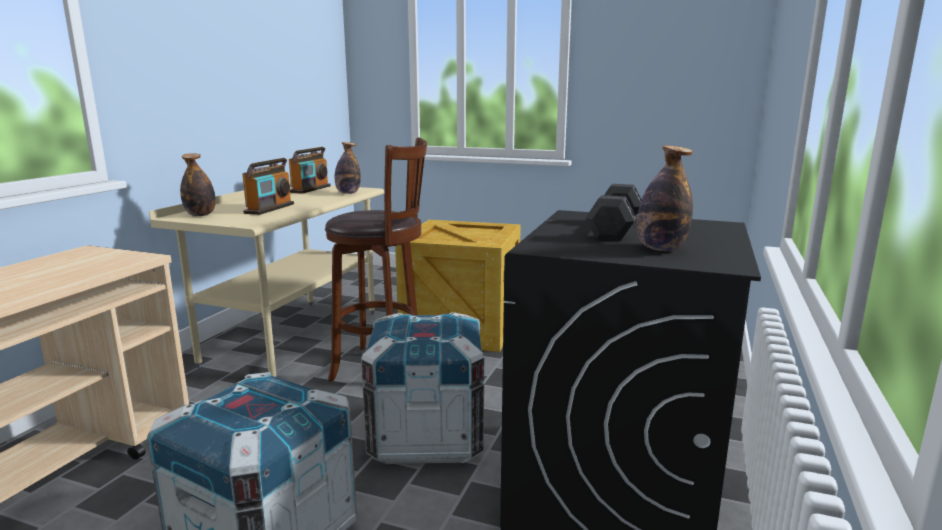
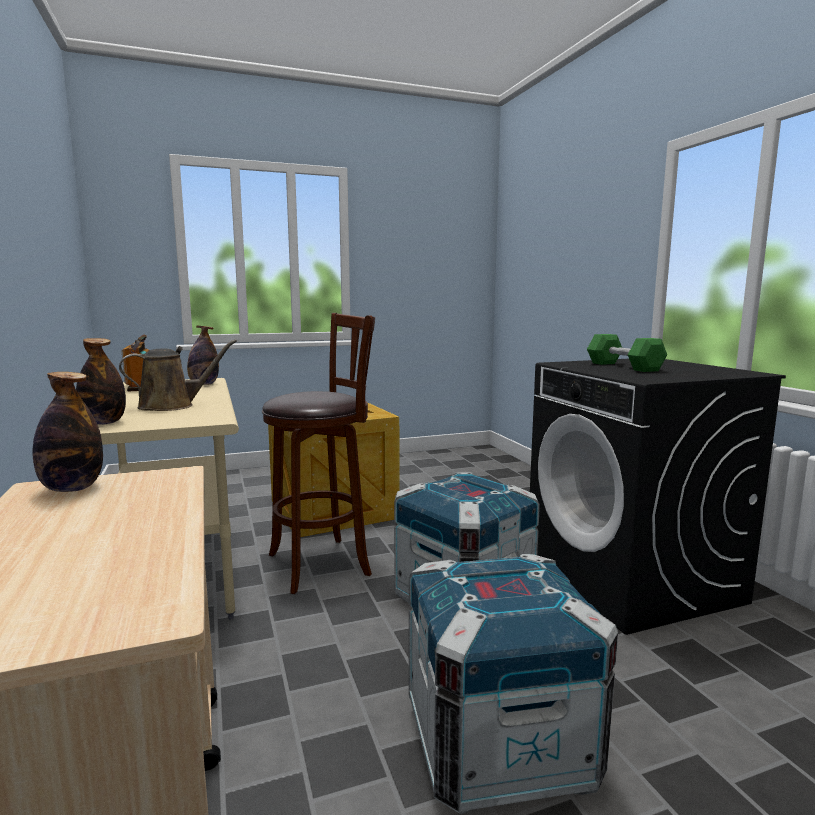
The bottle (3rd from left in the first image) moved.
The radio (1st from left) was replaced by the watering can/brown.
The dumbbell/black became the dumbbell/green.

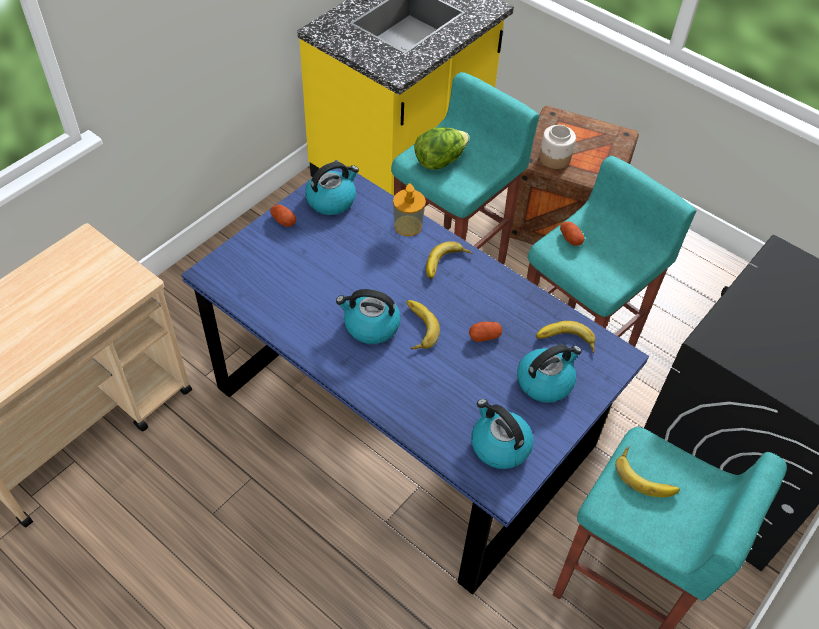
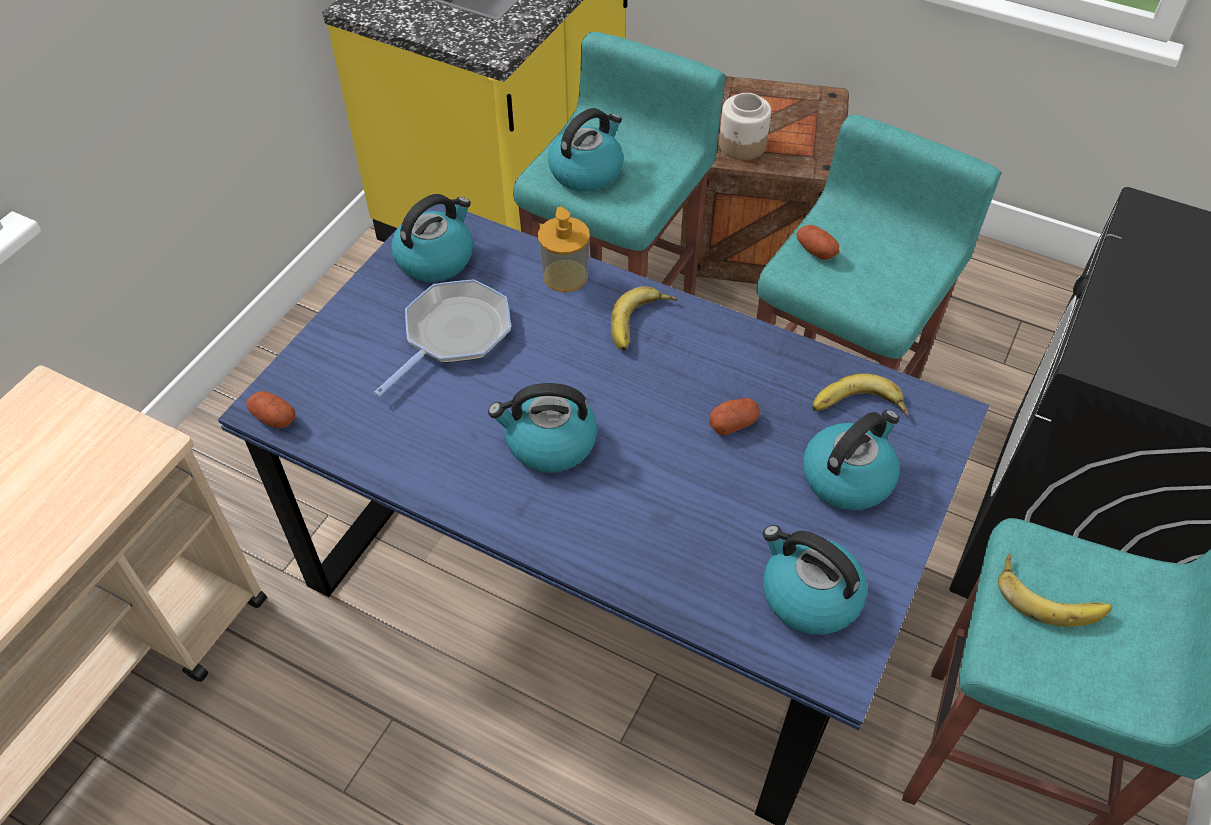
The banana (1st from left) disappeared.
The frying pan appeared.
The potato (1st from left) moved.
The lettuce was replaced by the kettle (3rd from left).

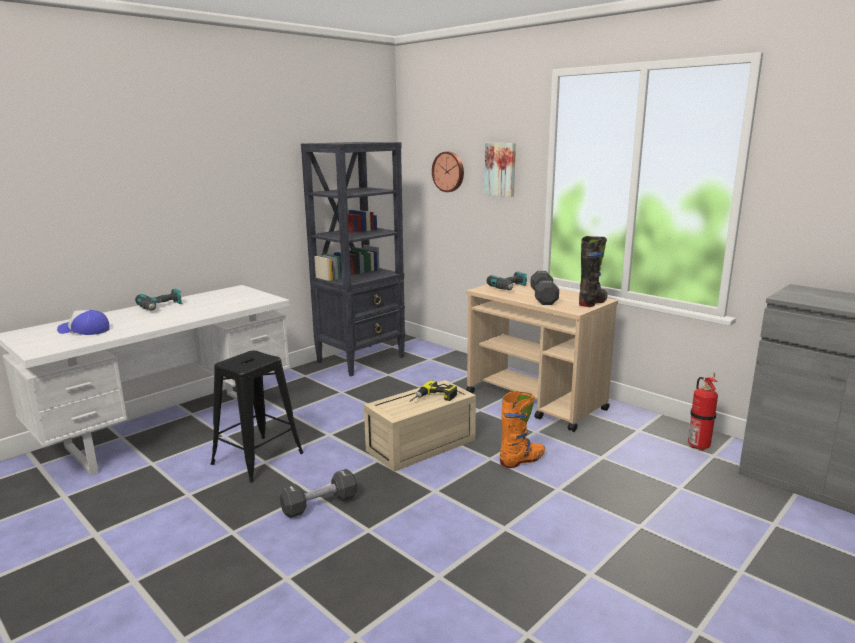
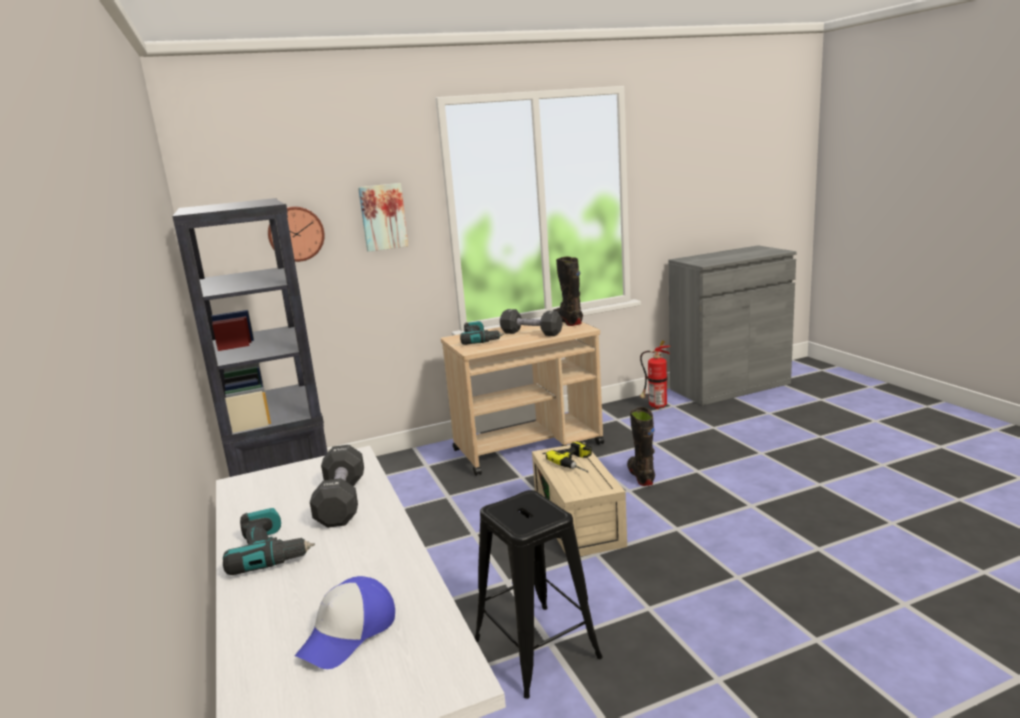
The dumbbell/black (1st from left) moved.
The boot/orange became the boot/black (2nd from left).

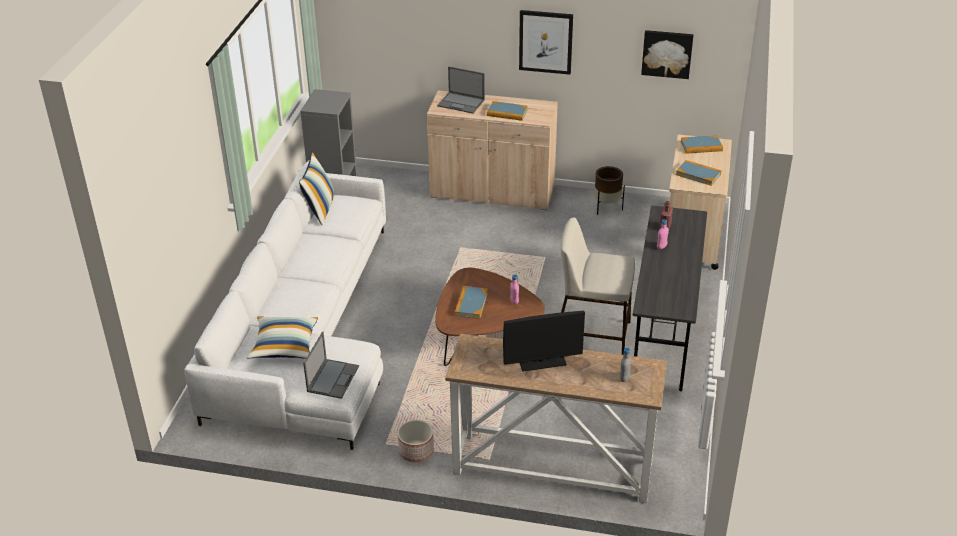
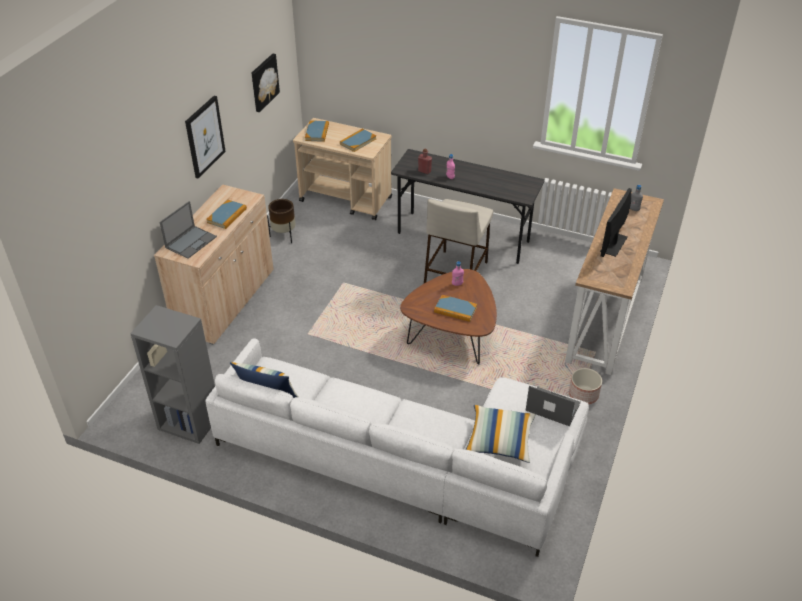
The monitor turned 150 degrees counterclockwise.

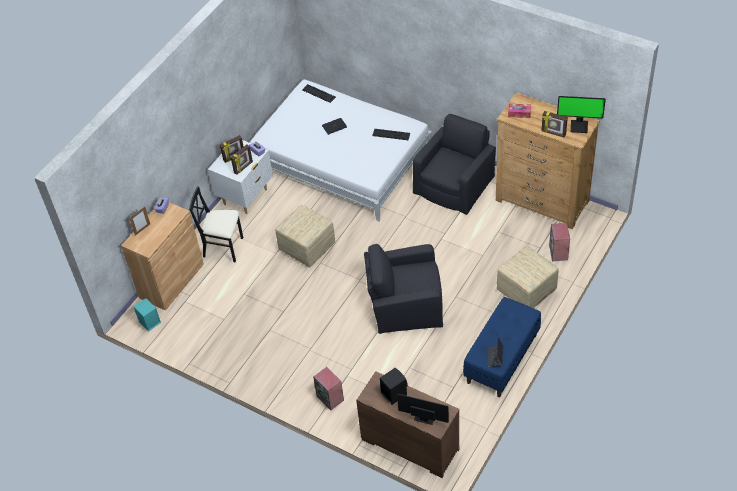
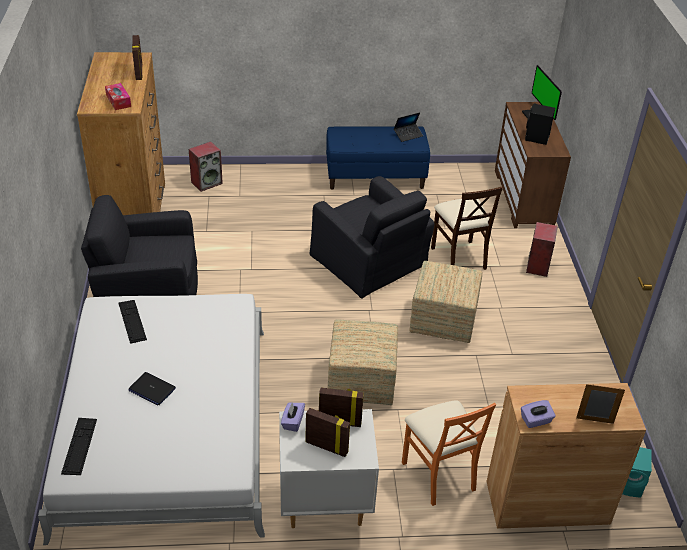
The monitor (2nd from left) disappeared.
The chair/beige appeared.
The ottoman (2nd from left) moved.
The chair/black became the chair/orange.

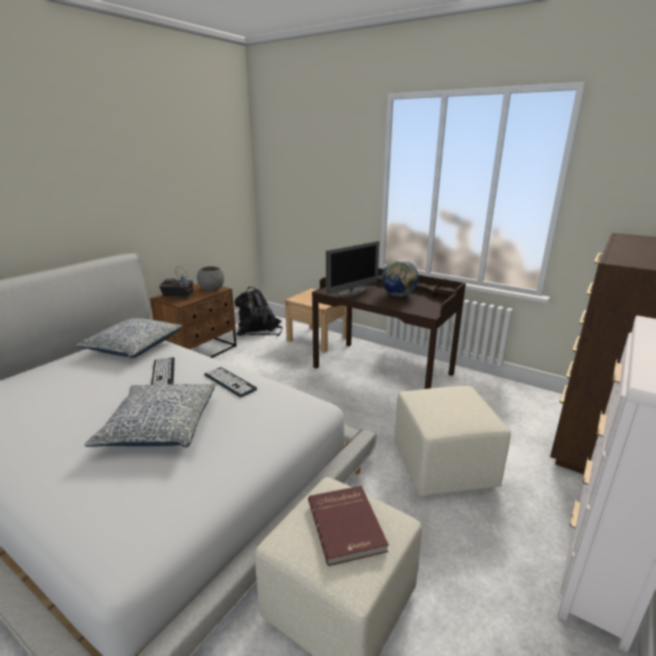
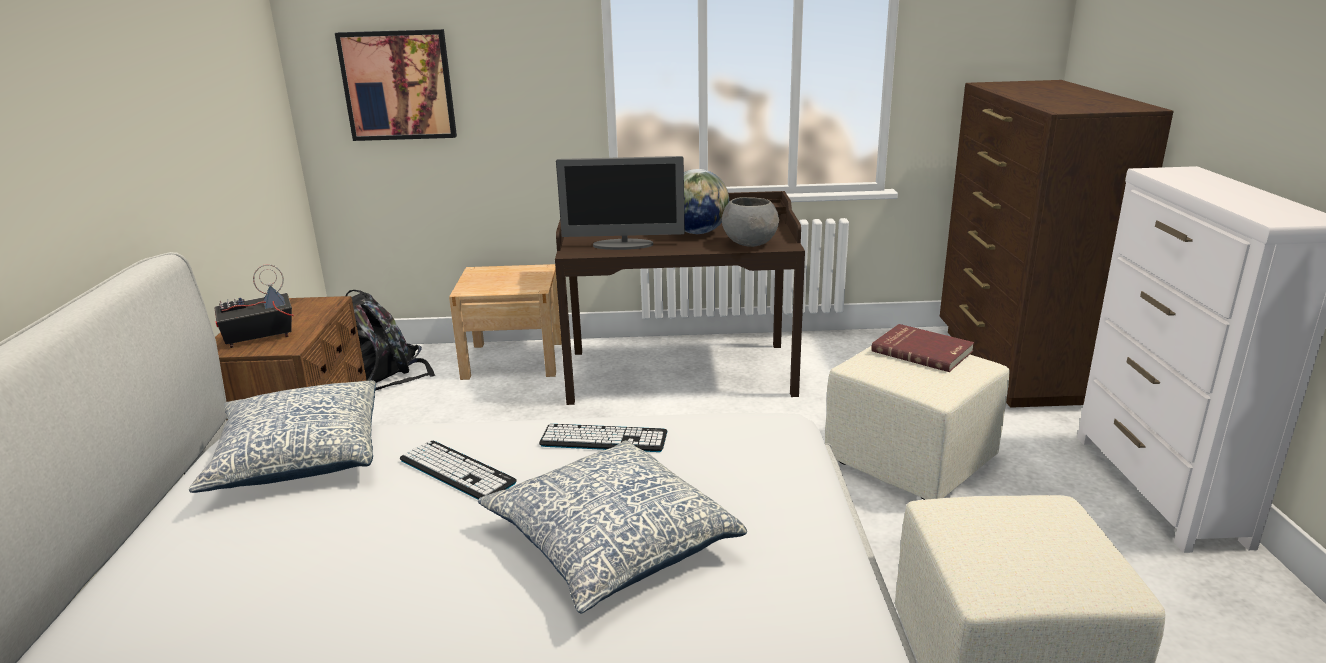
The picture appeared.
The bowl/grey moved.
The book/red moved.
The monitor turned 75 degrees clockwise.

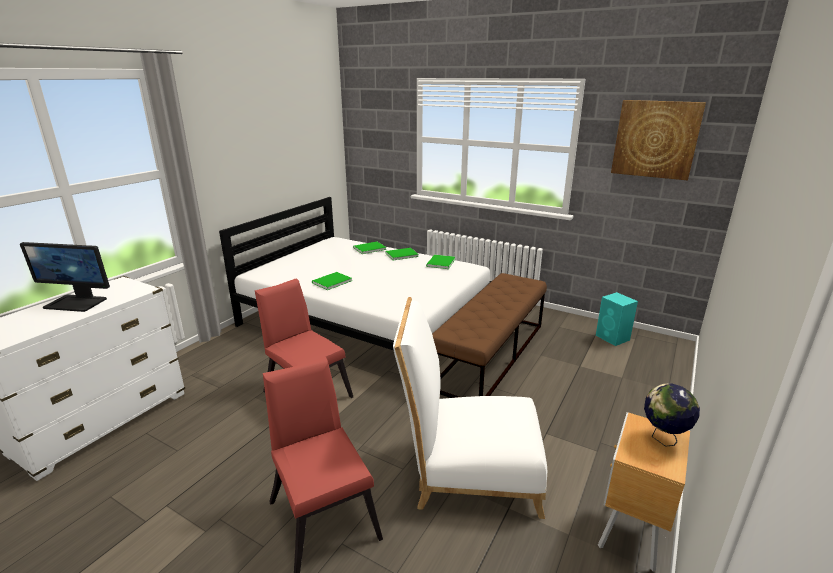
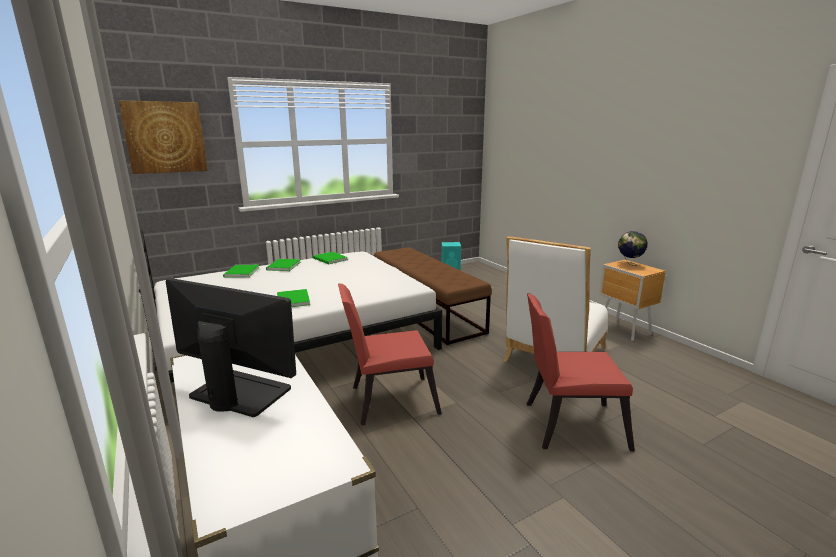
The picture moved.
The monitor turned 105 degrees counterclockwise.

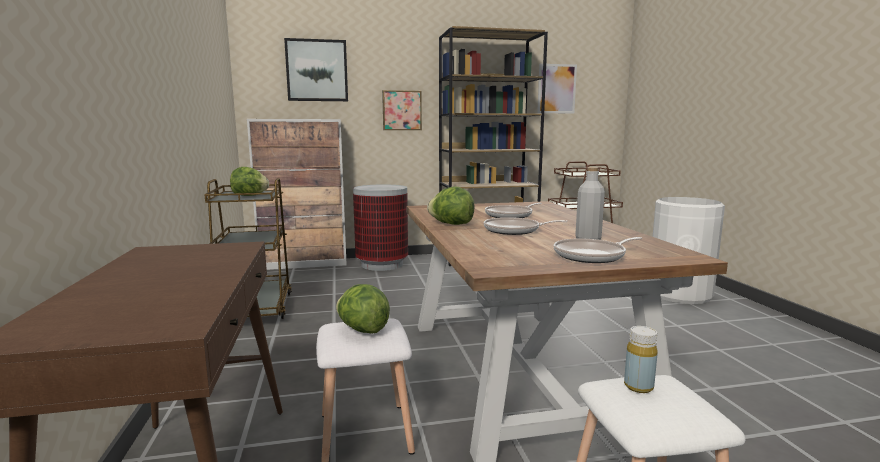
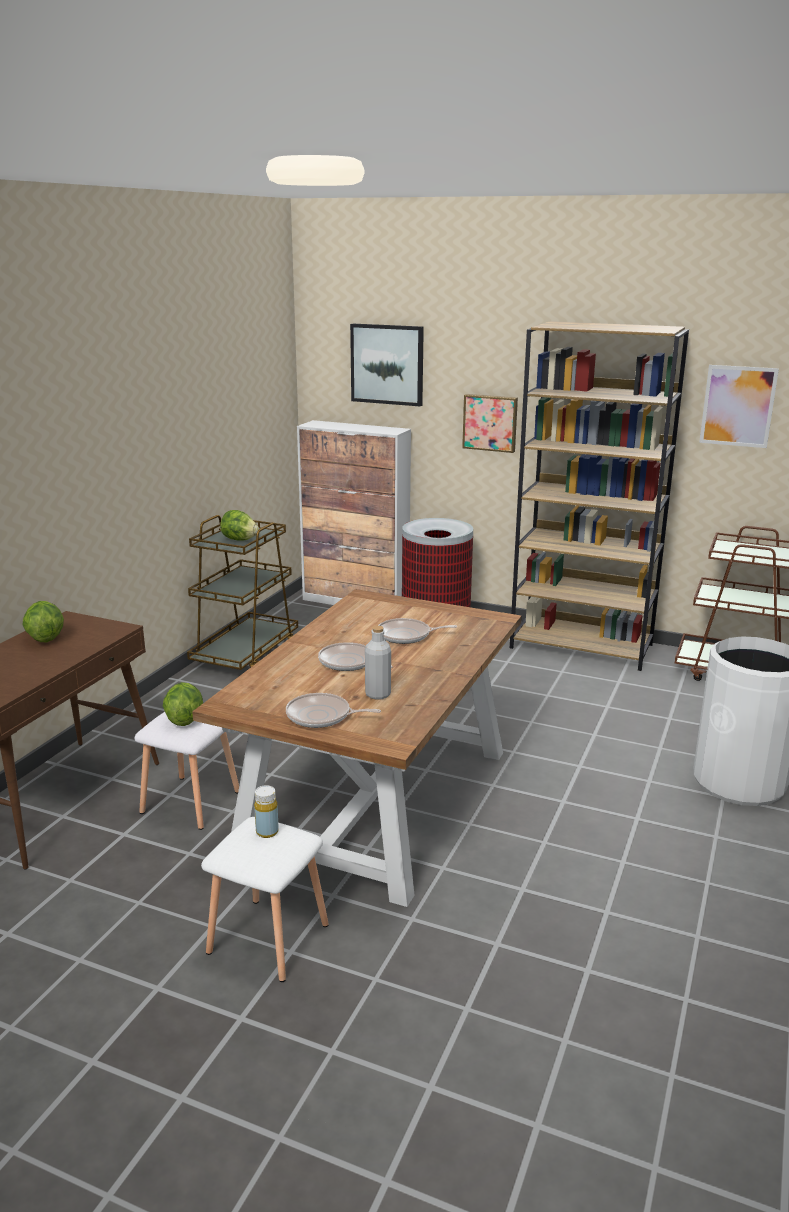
The lettuce (3rd from left in the first image) moved.

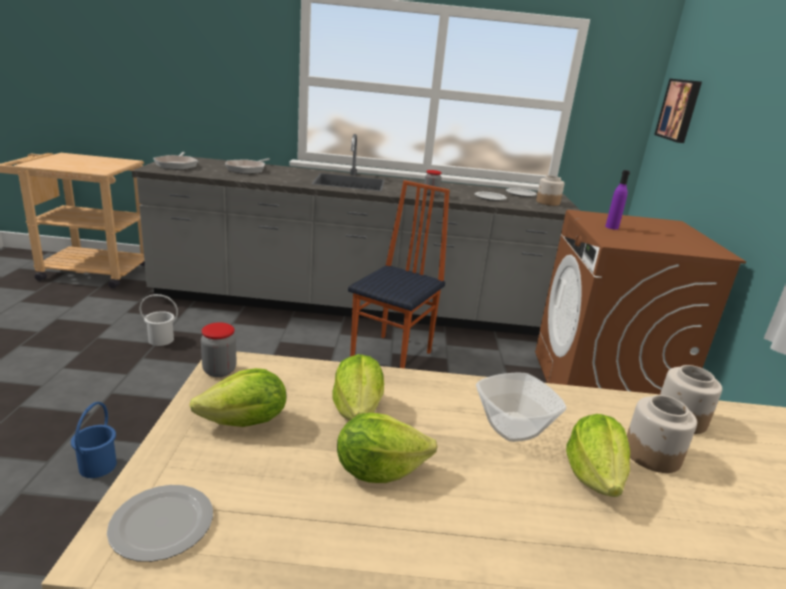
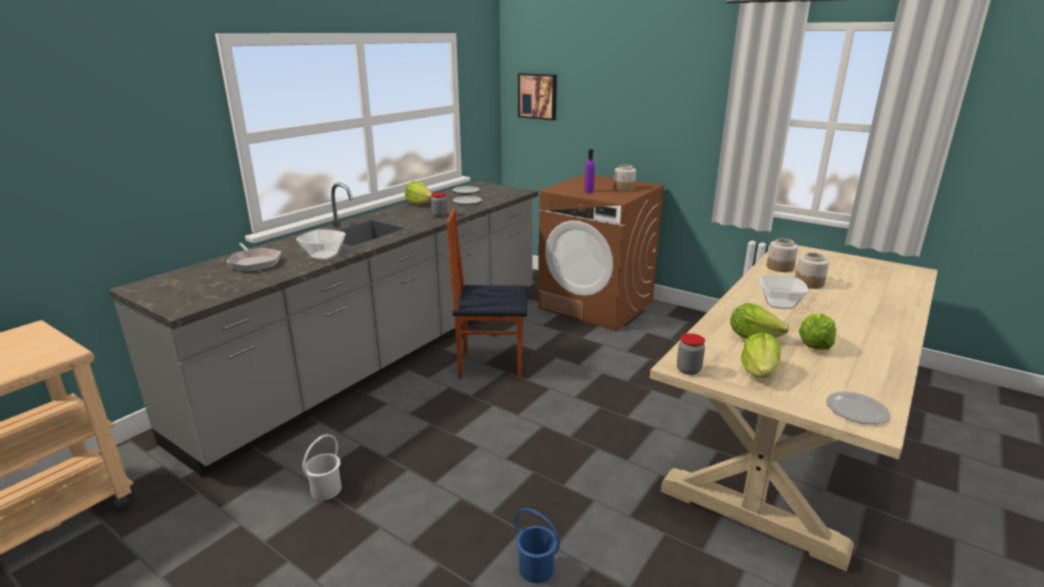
The frying pan (1st from left) disappeared.
The bowl (1st from left) appeared.
The jar (3rd from left in the first image) moved.
The lettuce (4th from left in the first image) moved.
The chair turned 60 degrees counterclockwise.

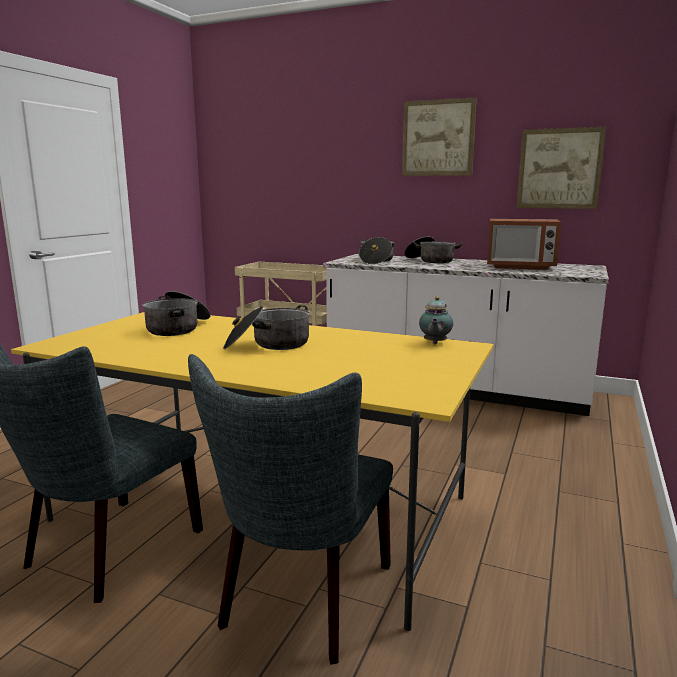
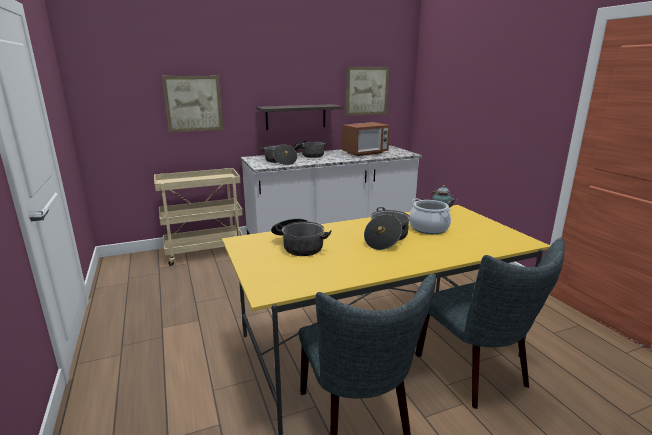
The shelf appeared.
The cooking pot (5th from left) appeared.
The picture (1st from left) moved.

